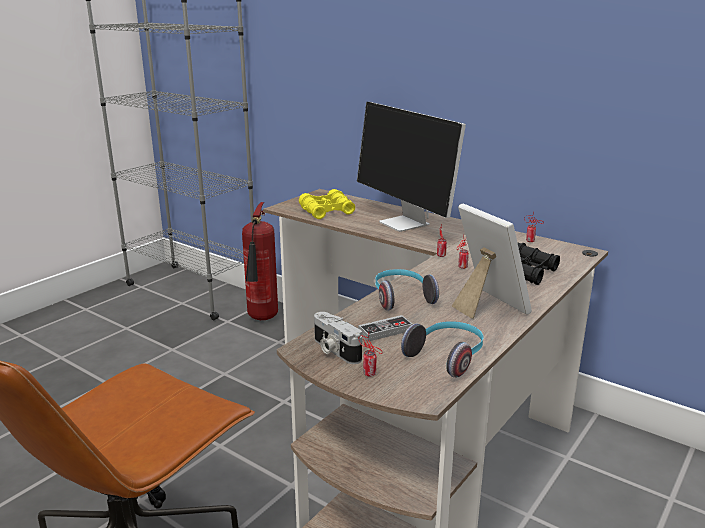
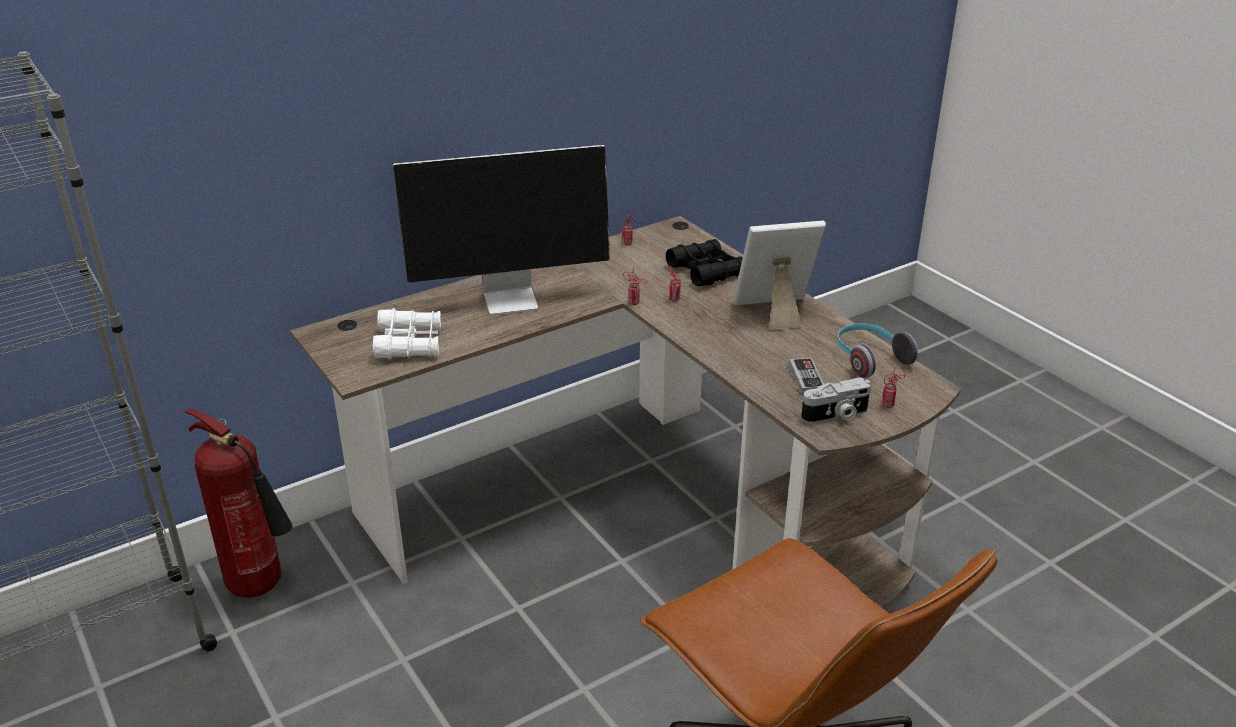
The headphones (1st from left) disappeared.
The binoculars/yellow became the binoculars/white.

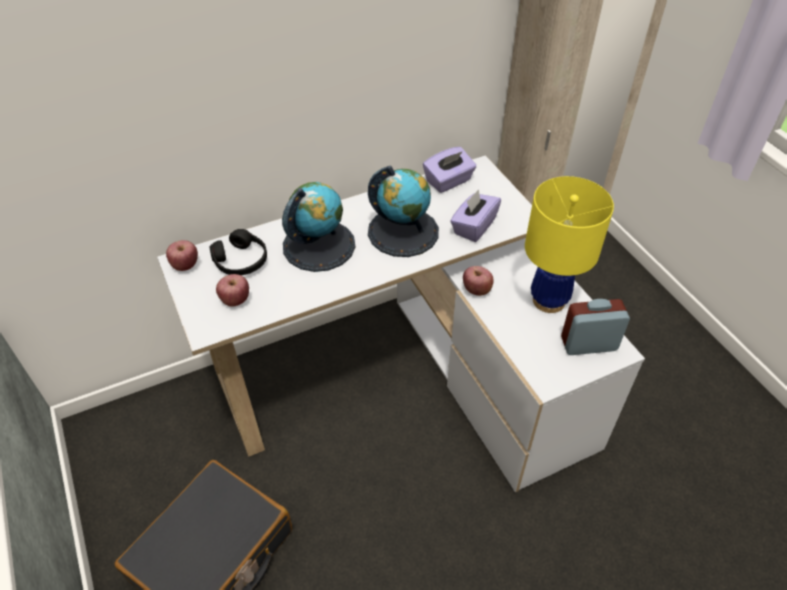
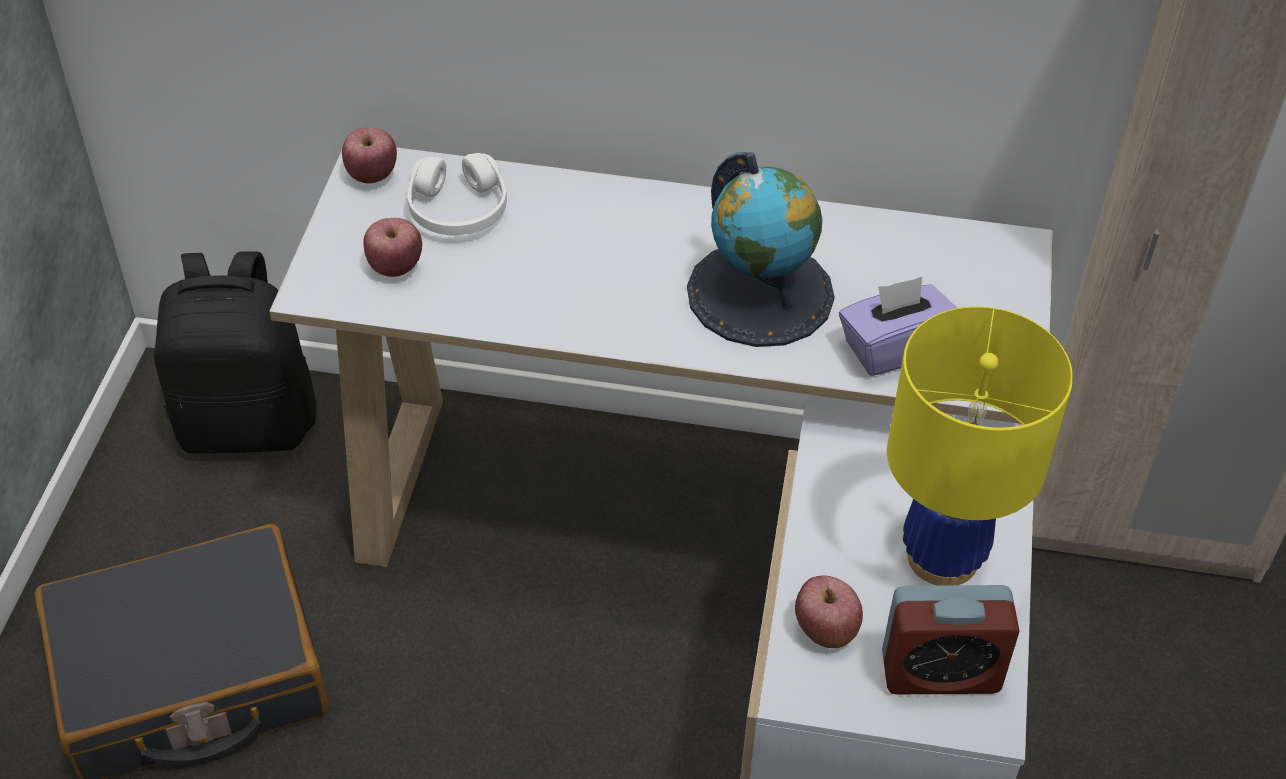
The globe (1st from left) disappeared.
The tissue box/purple (1st from left) disappeared.
The backpack/black appeared.
The apple (3rd from left) moved.
The headphones/black became the headphones/white.
The alarm clock turned 150 degrees clockwise.

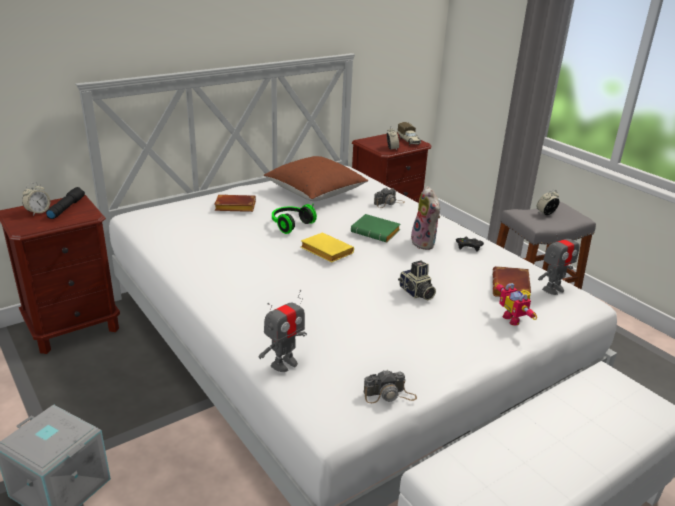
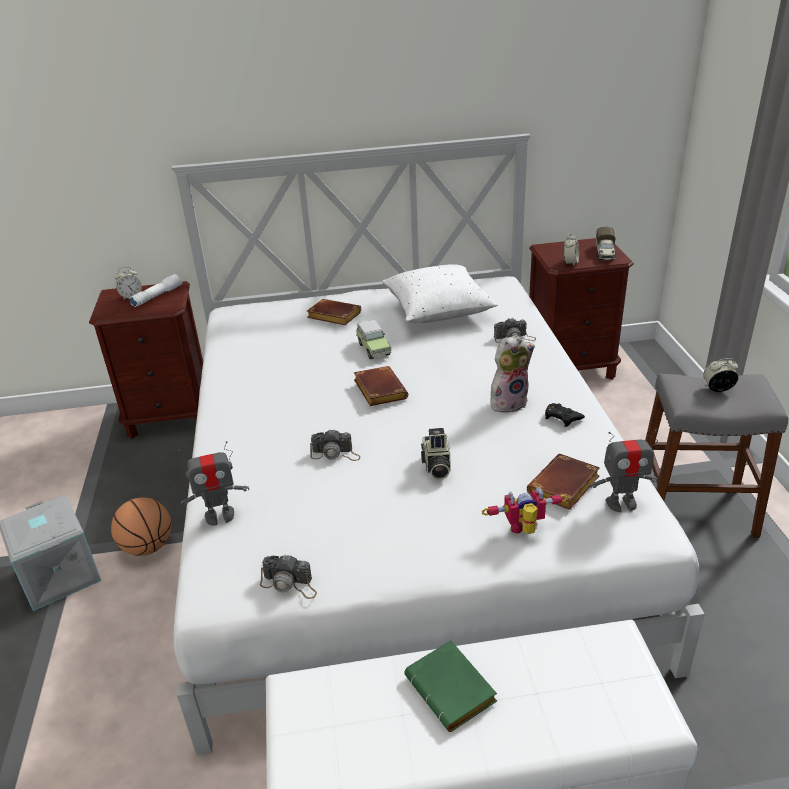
The basketball appeared.
The photo camera (2nd from left) appeared.
The book/green moved.
The headphones was replaced by the toy car.
The flashlight/black became the flashlight/white.
The pillow/brown became the pillow/white.
The book/yellow became the book/brown (2nd from left).
The plush toy turned 120 degrees counterclockwise.
The toy robot (2nd from left) turned 75 degrees clockwise.

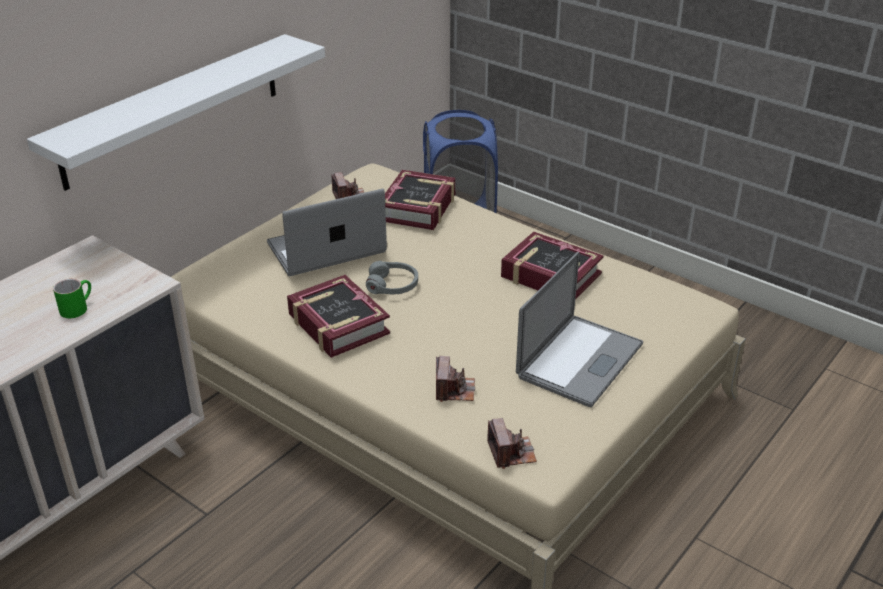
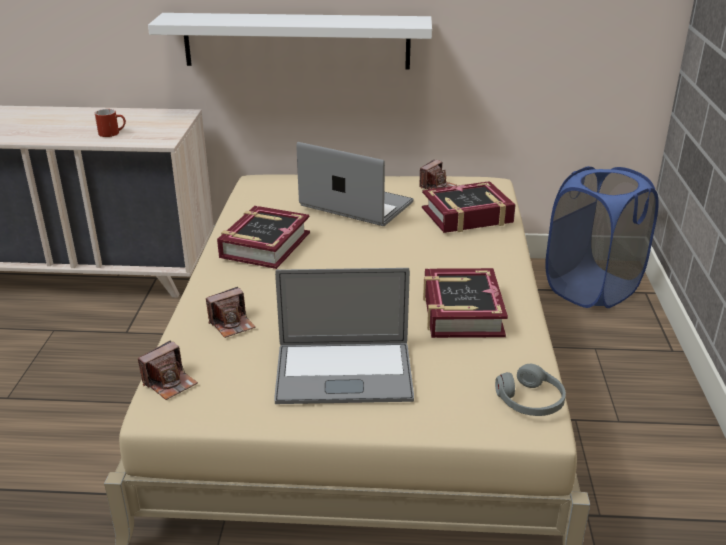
The headphones/grey moved.
The mug/green became the mug/red.

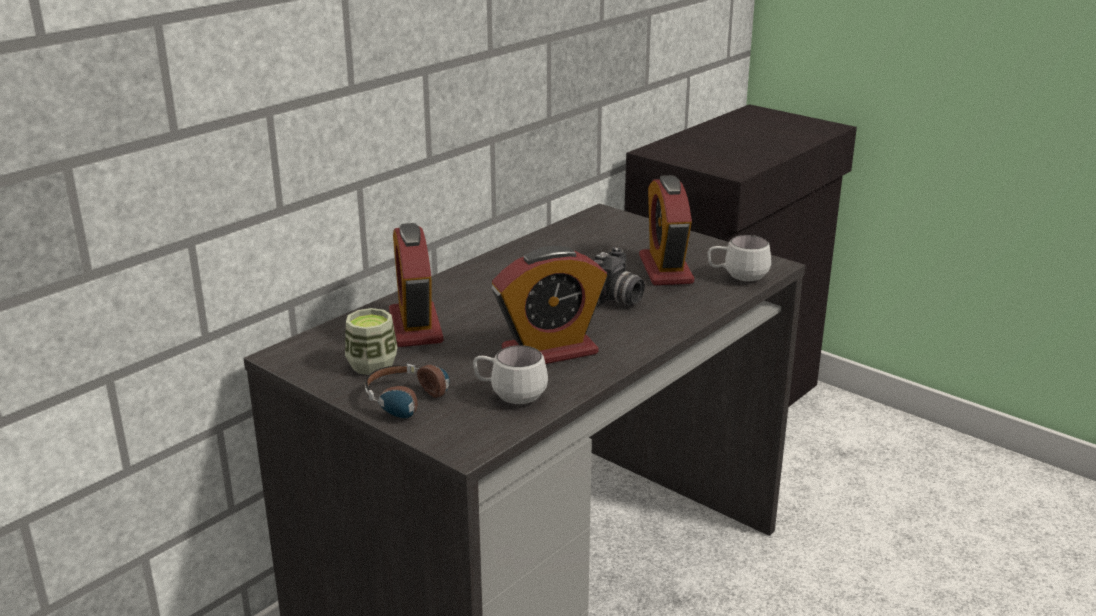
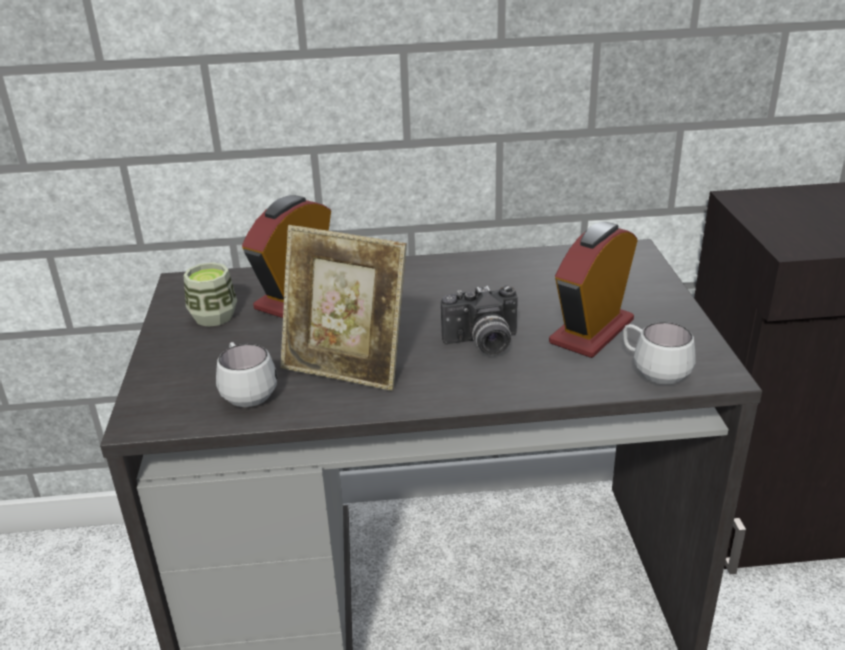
The headphones disappeared.
The alarm clock (2nd from left) was replaced by the picture frame.

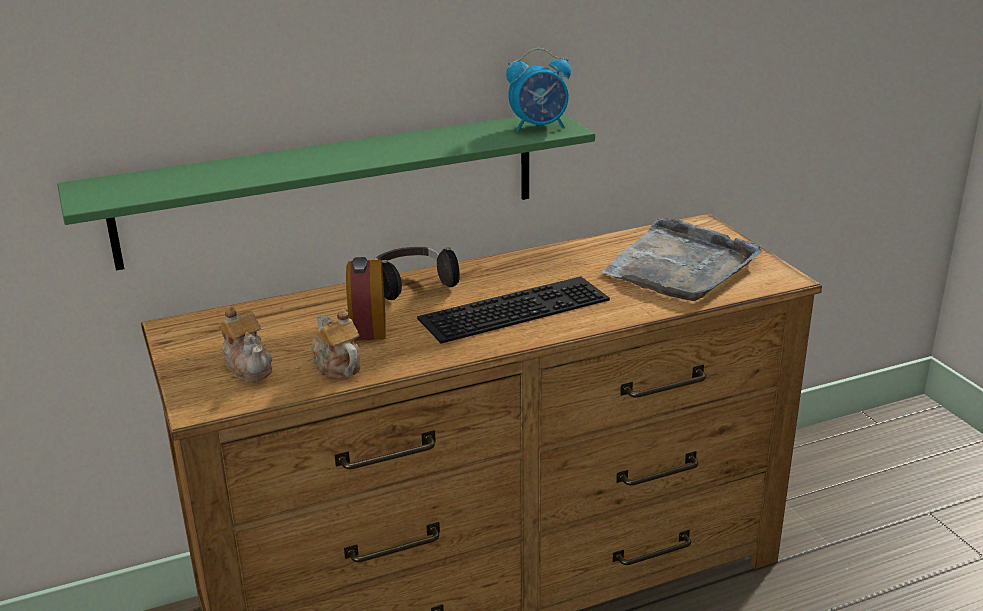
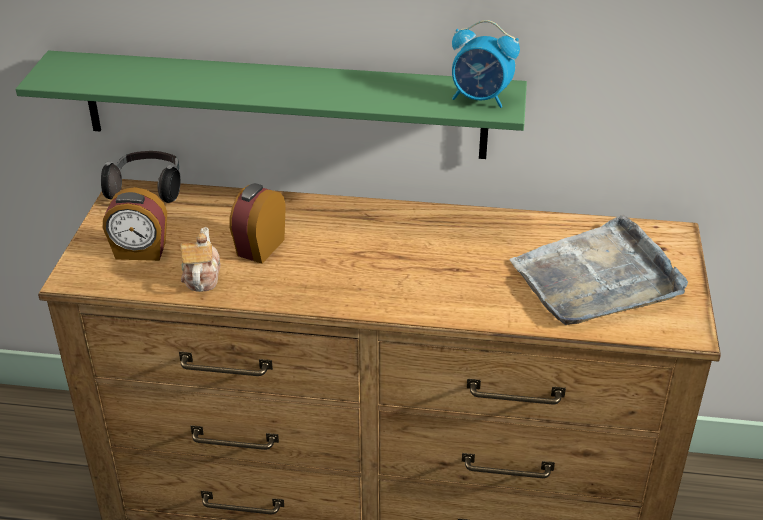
The keyboard disappeared.
The headphones moved.
The teapot (1st from left) was replaced by the alarm clock (1st from left).

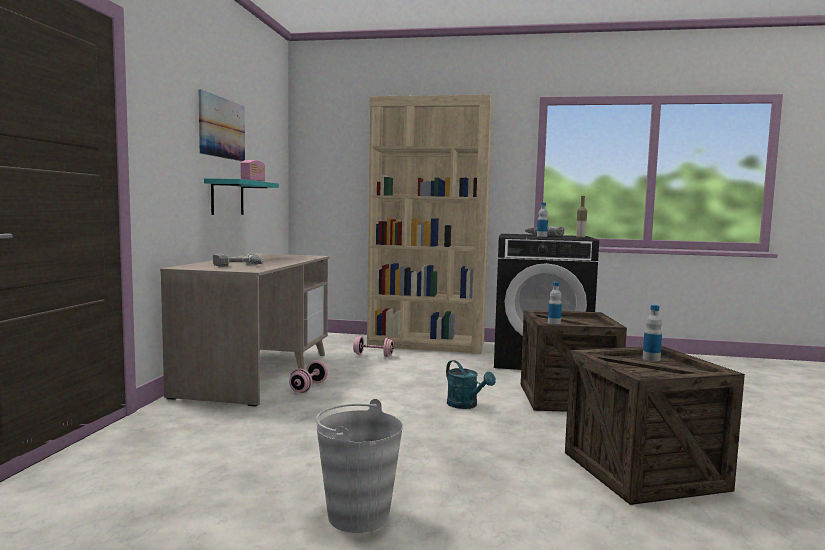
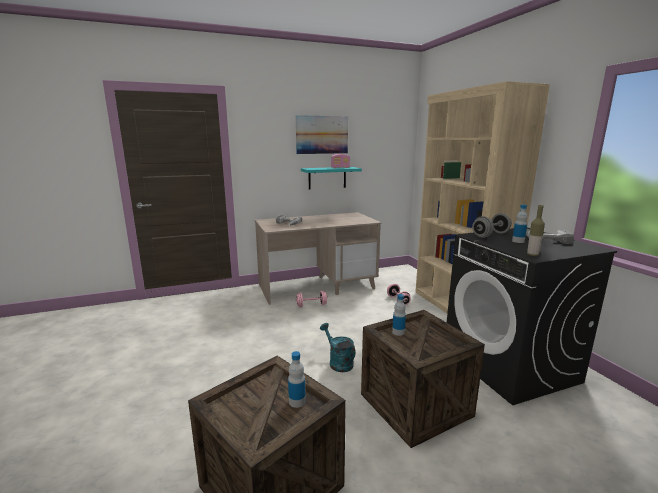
The bucket/grey disappeared.
The dumbbell/grey appeared.
The watering can/turquoise turned 120 degrees clockwise.

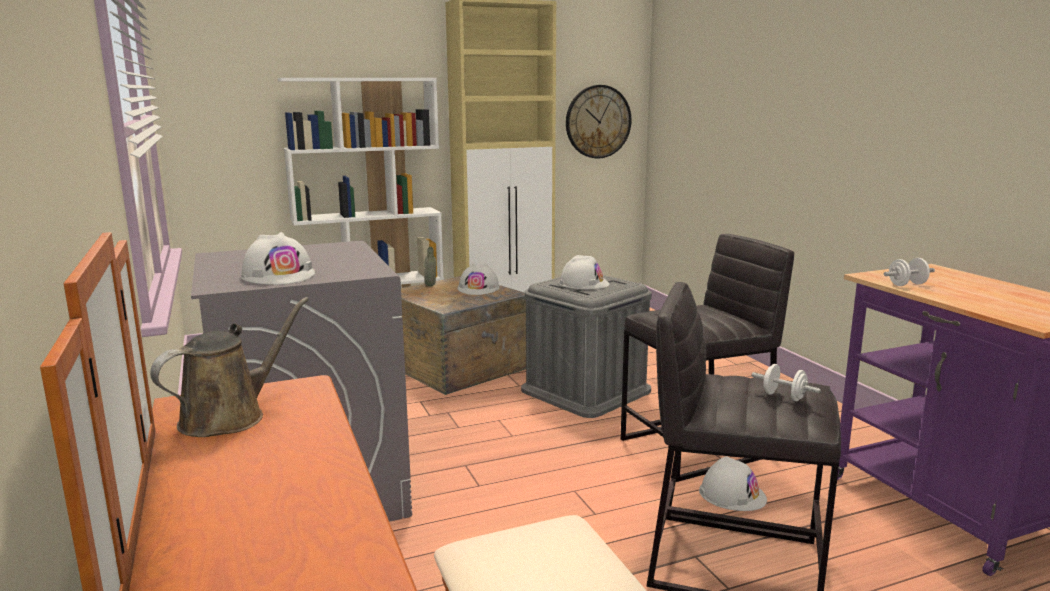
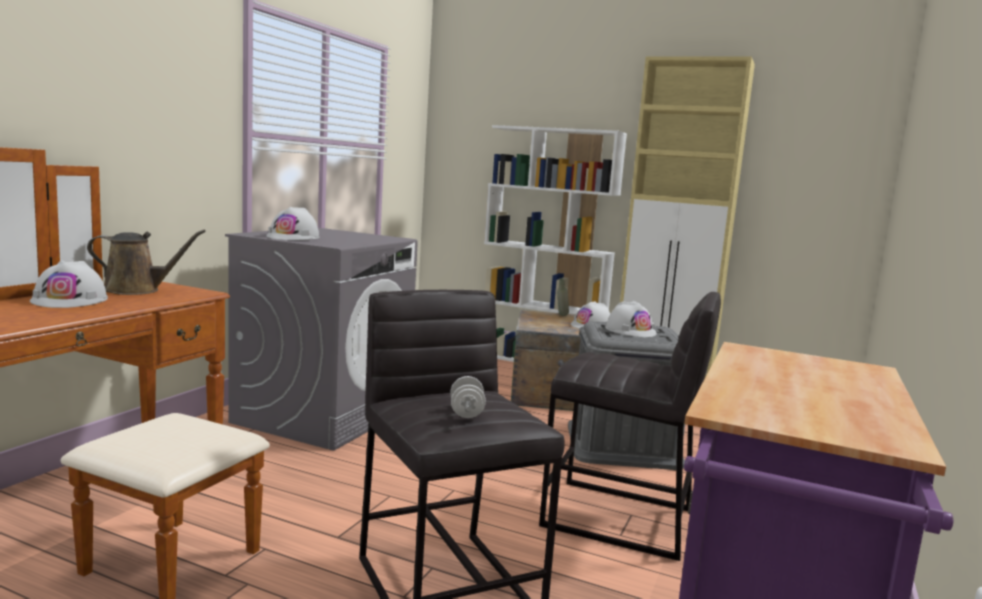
The wall clock disappeared.
The dumbbell/white (2nd from left) disappeared.
The hard hat/white (4th from left in the first image) moved.

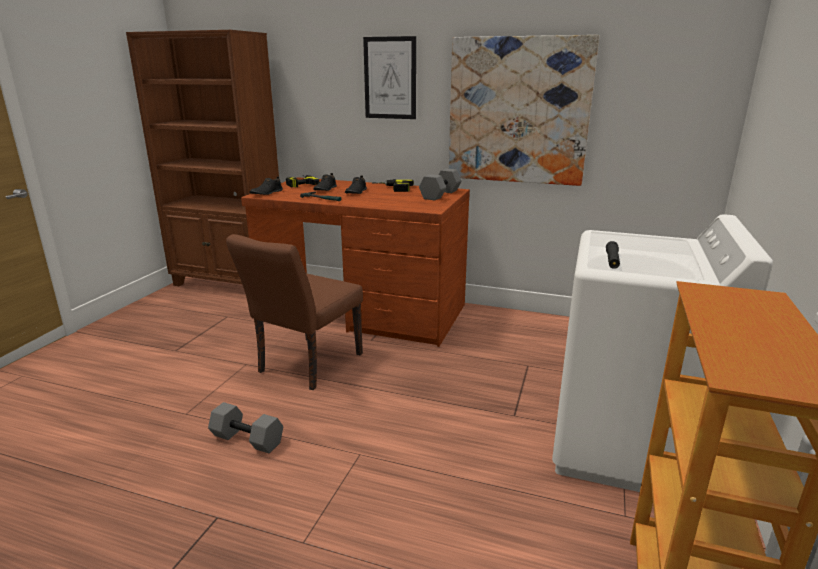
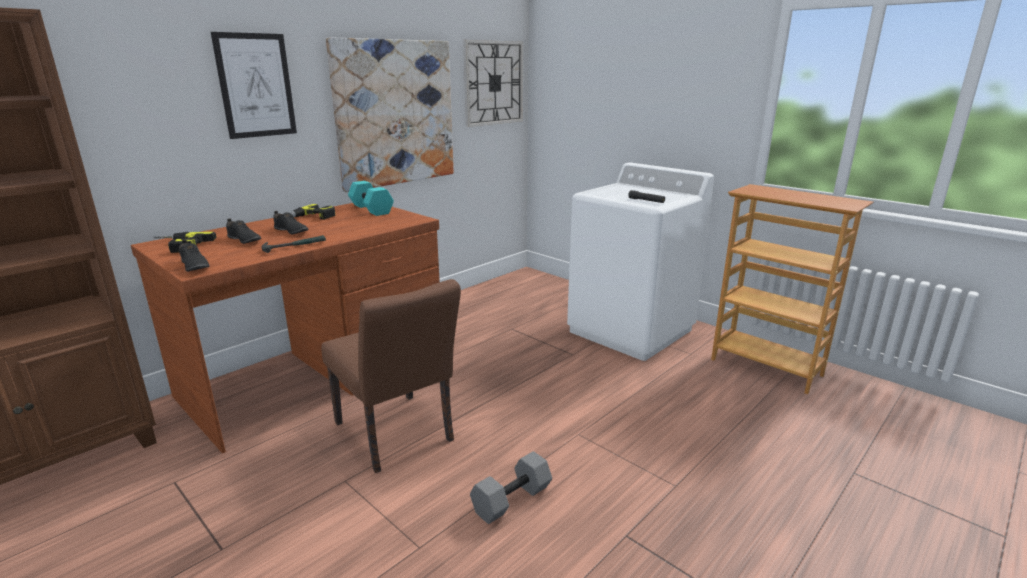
The wall clock appeared.
The dumbbell/grey (2nd from left) became the dumbbell/turquoise.

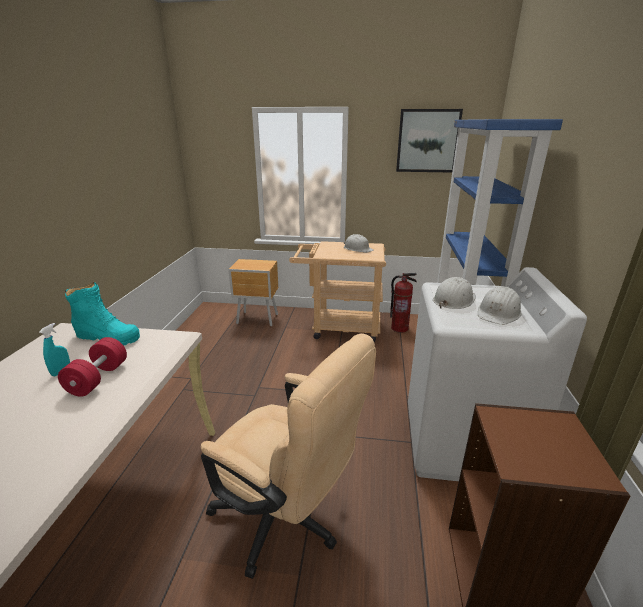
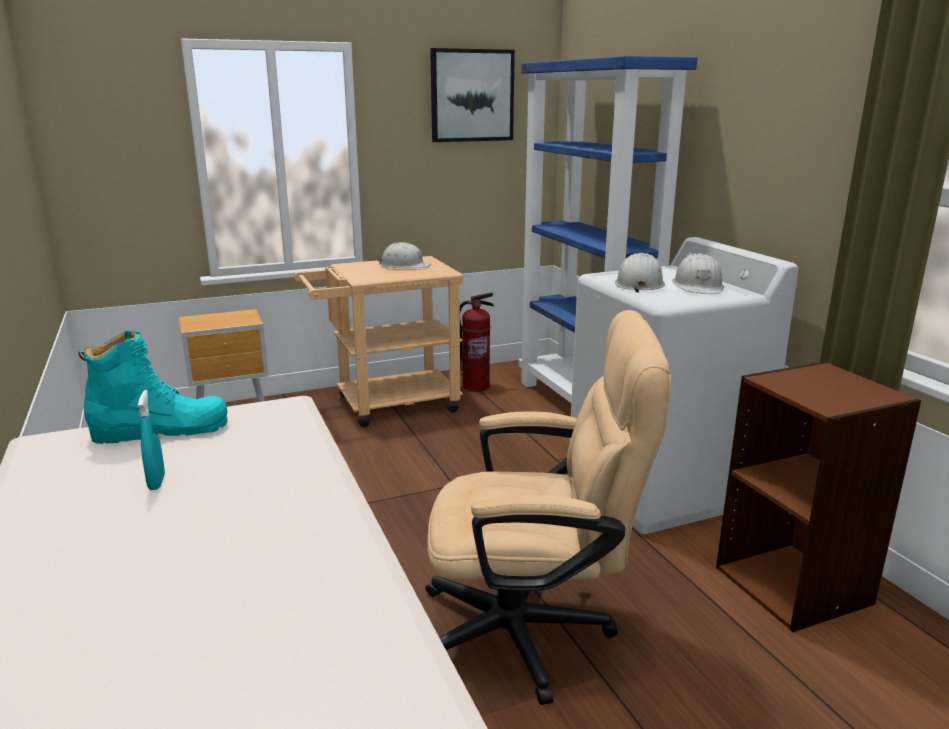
The dumbbell/red disappeared.

